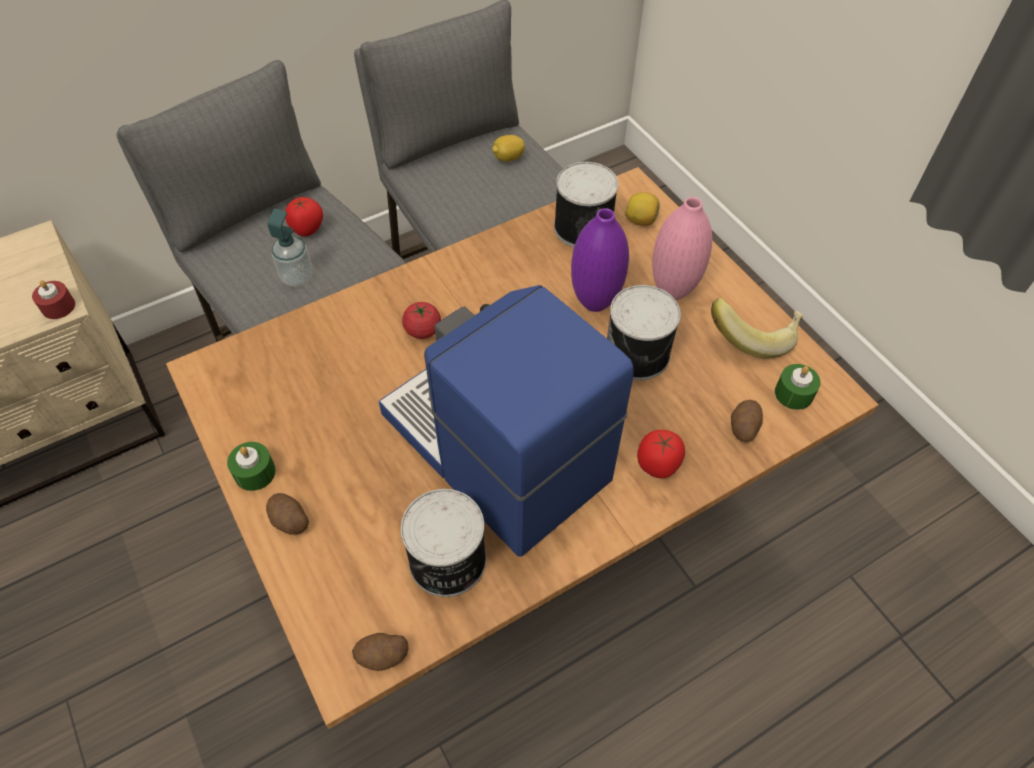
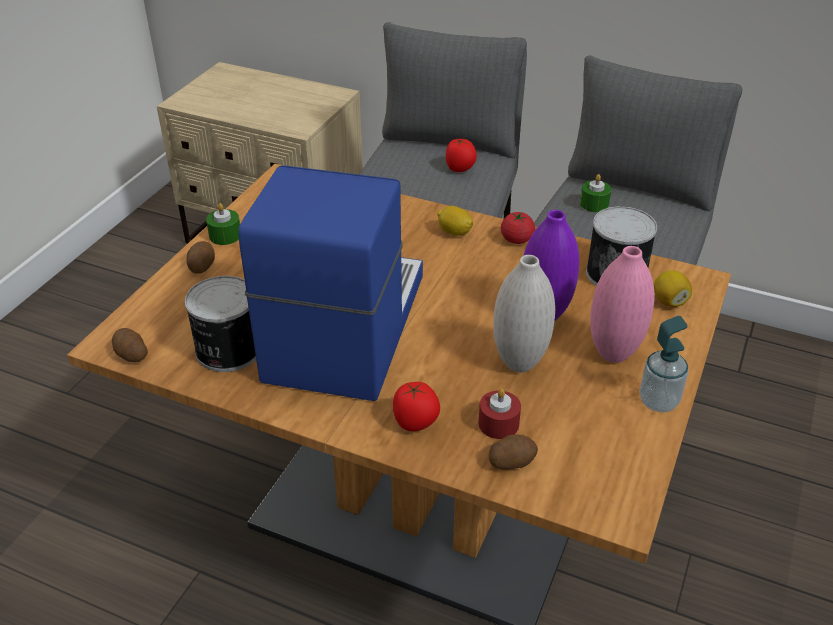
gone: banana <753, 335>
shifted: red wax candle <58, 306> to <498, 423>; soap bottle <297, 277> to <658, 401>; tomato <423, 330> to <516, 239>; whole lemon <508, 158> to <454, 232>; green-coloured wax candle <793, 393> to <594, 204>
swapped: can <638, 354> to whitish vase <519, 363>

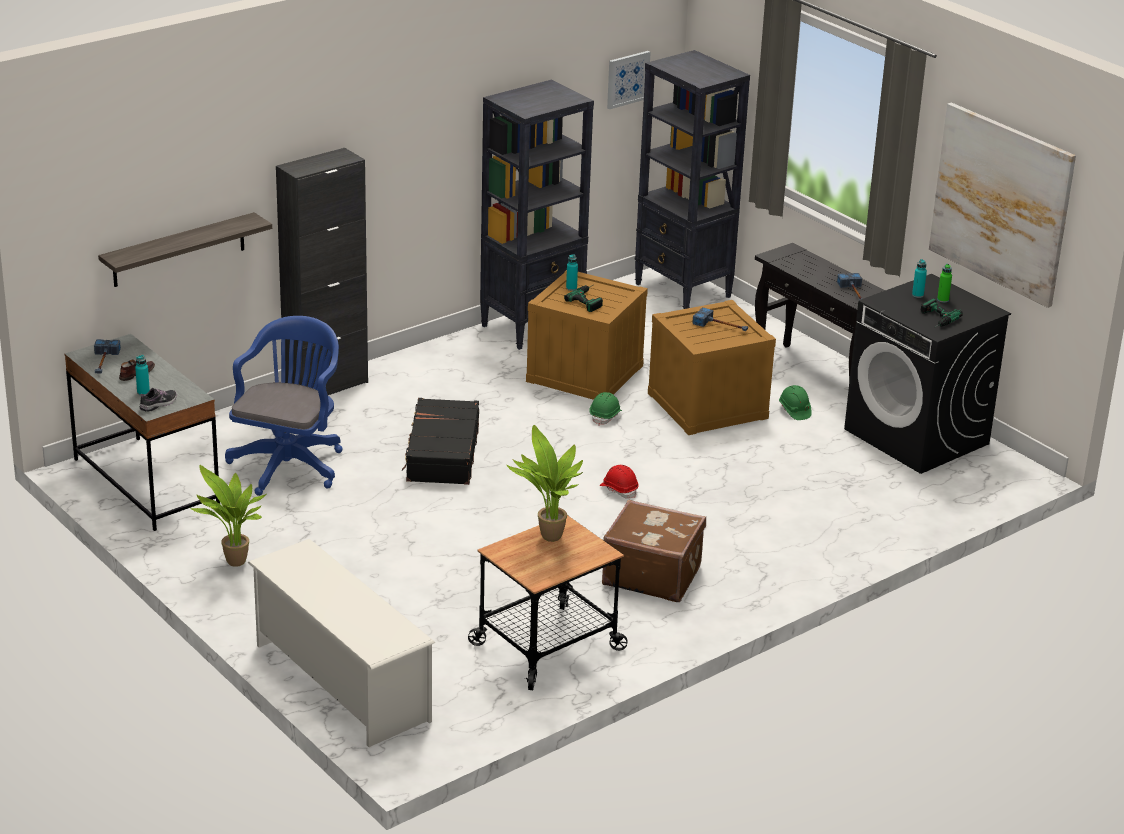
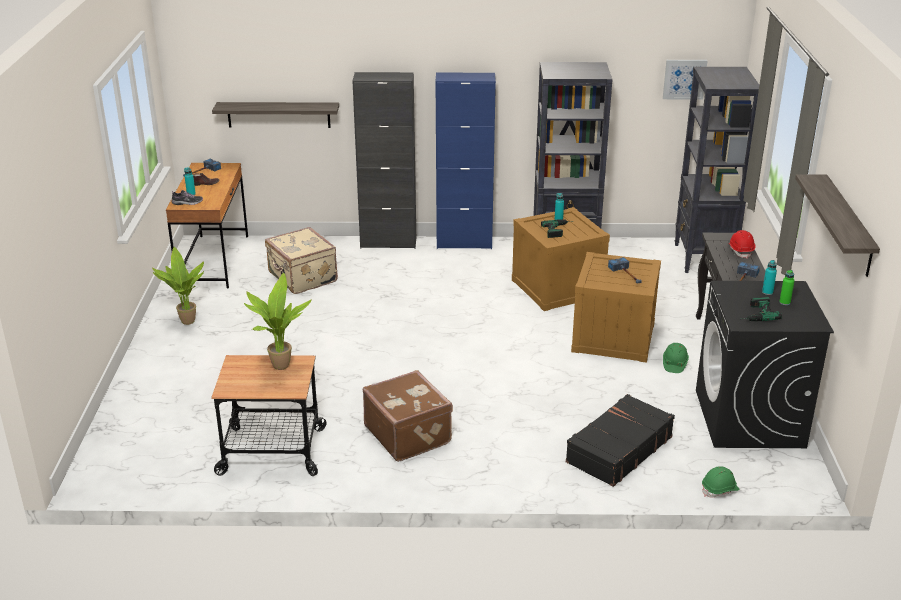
gone: whitish shoe shelf <340, 682>
new: bluish storage cabinet <464, 243>
shifted: black travel case <442, 454> to <618, 449>; green-coloured work helmet <605, 416> to <719, 490>; red work helmet <619, 490> to <740, 250>
swapped: bluish office chair <289, 463> to beige travel case <302, 278>; wall picture <1001, 203> to bracket shelf <848, 225>
repainted: gray desk <146, 483> to brown-coloured desk <214, 261>

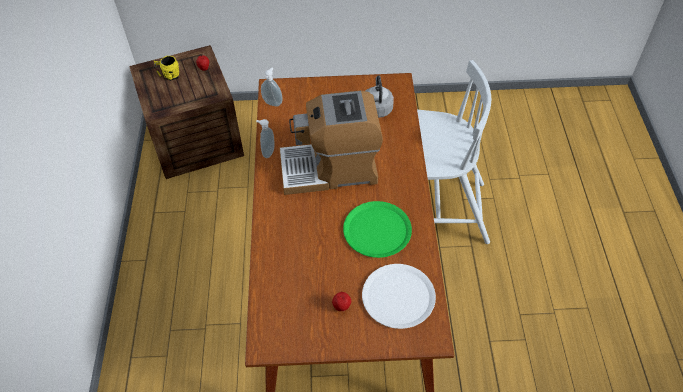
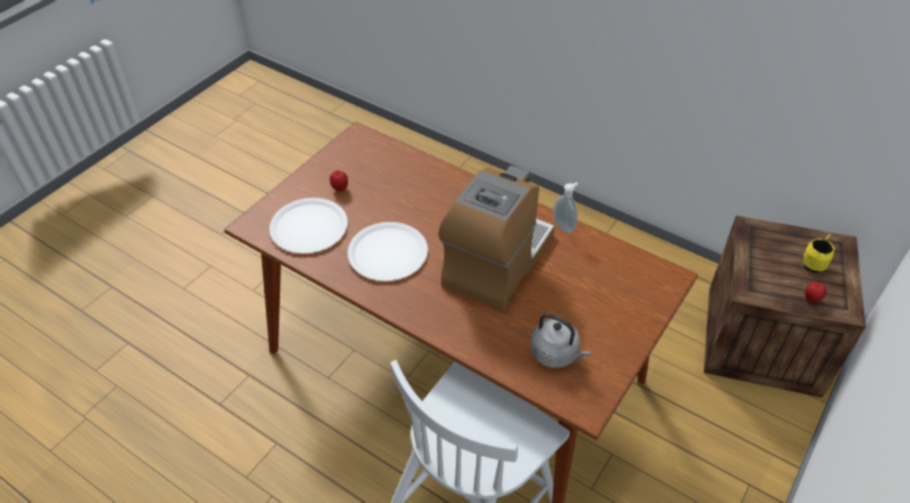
gone: soap bottle <273, 102>
repainted: green-coloured dinner plate <377, 230> to whitish dinner plate <387, 253>

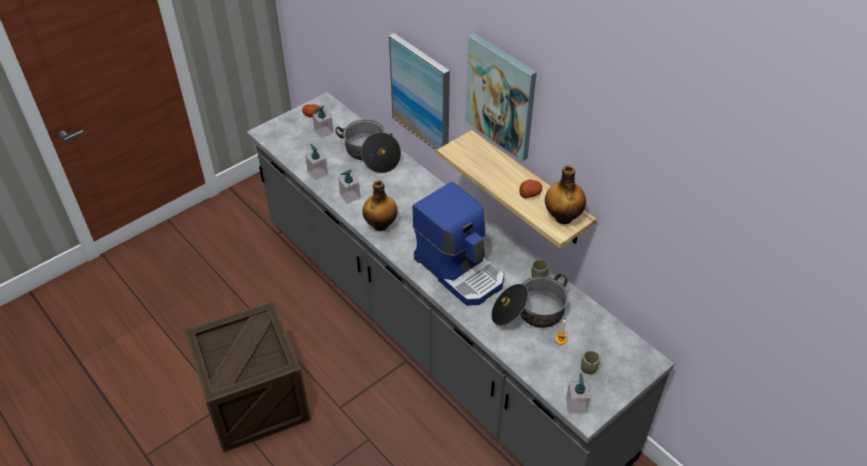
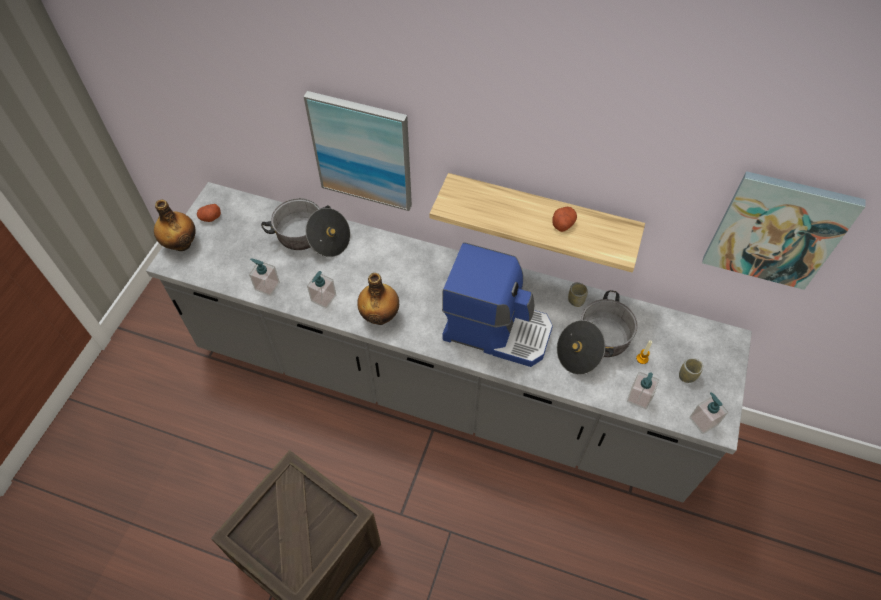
shifted: soap bottle <323, 132> to <639, 397>; wall picture <501, 96> to <777, 230>; bottle <563, 217> to <181, 244>

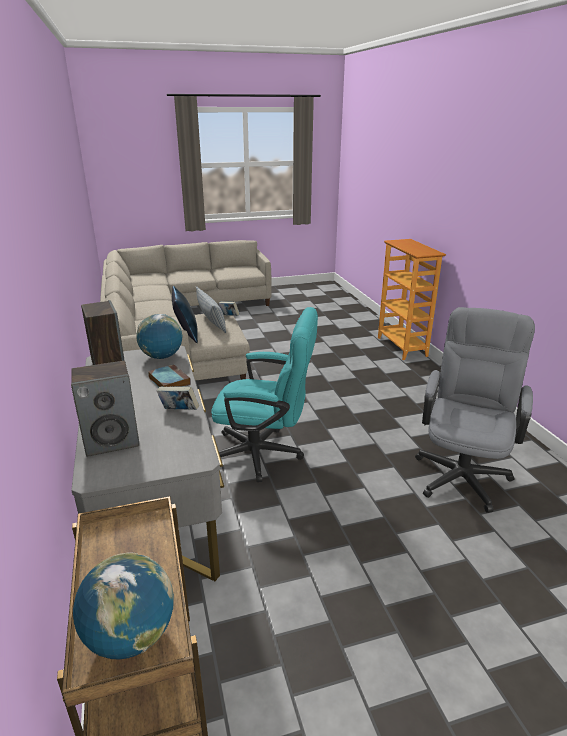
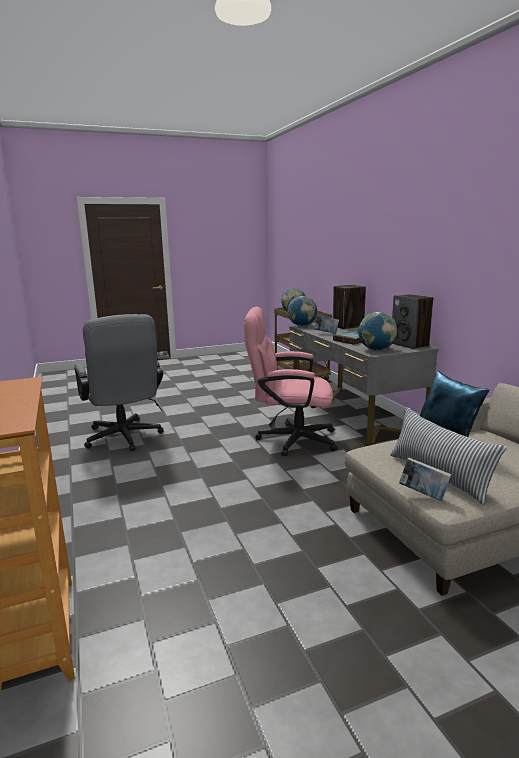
new: desk globe <302, 325>
repainted: turquoise office chair <264, 454> to pink office chair <289, 439>
rotated: gray office chair <462, 471> = <124, 439> 45 degrees counterclockwise

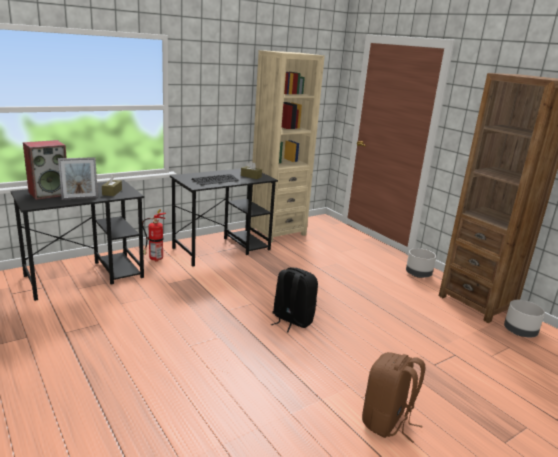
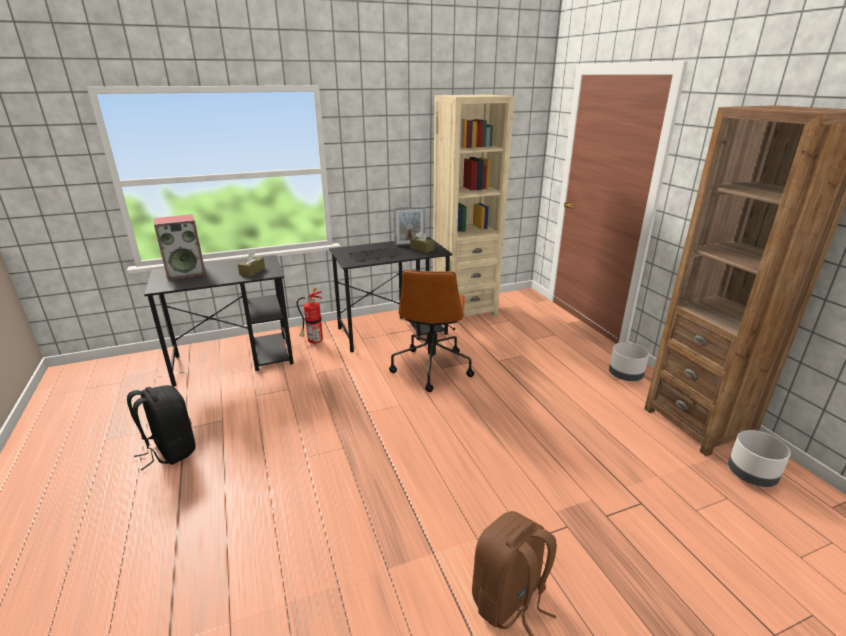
new: brown-coloured office chair <431, 367>
shifted: picture frame <80, 198> to <409, 244>; black knapsack <291, 320> to <170, 451>

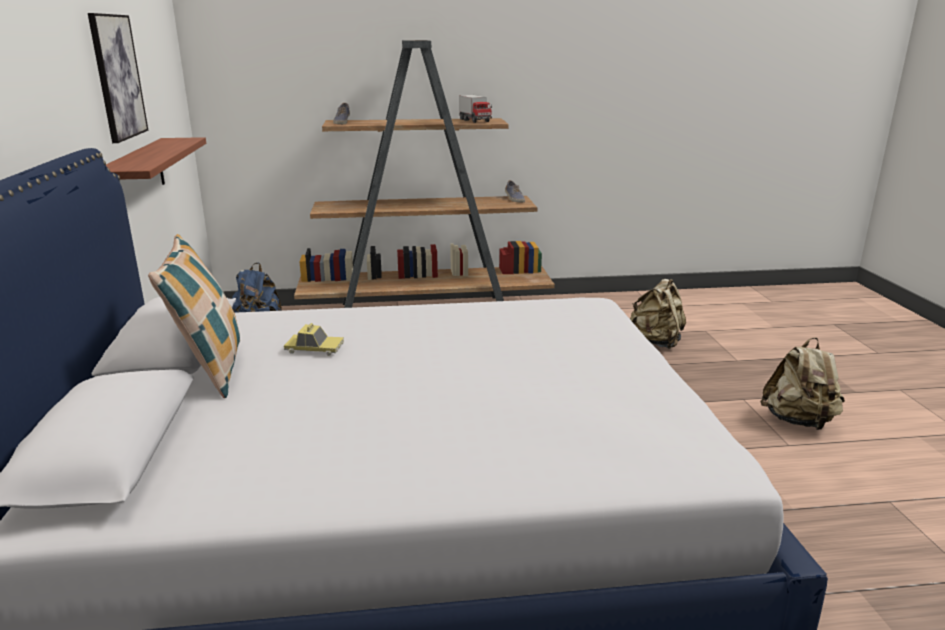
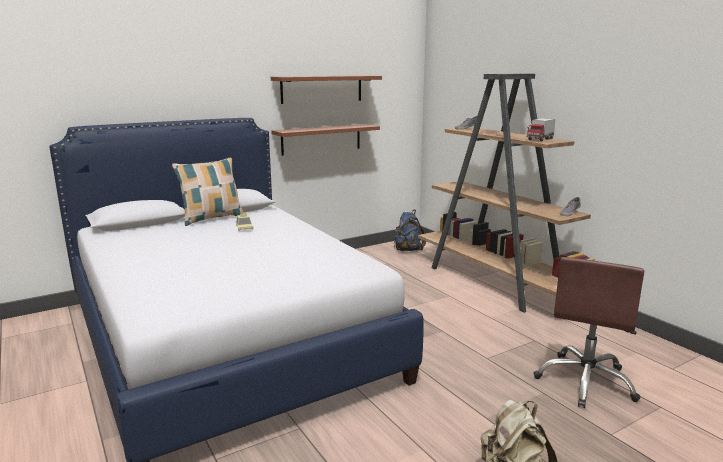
swapped: wall picture <117, 77> to bracket shelf <322, 89>; beige knapsack <656, 342> to brown-coloured office chair <586, 381>

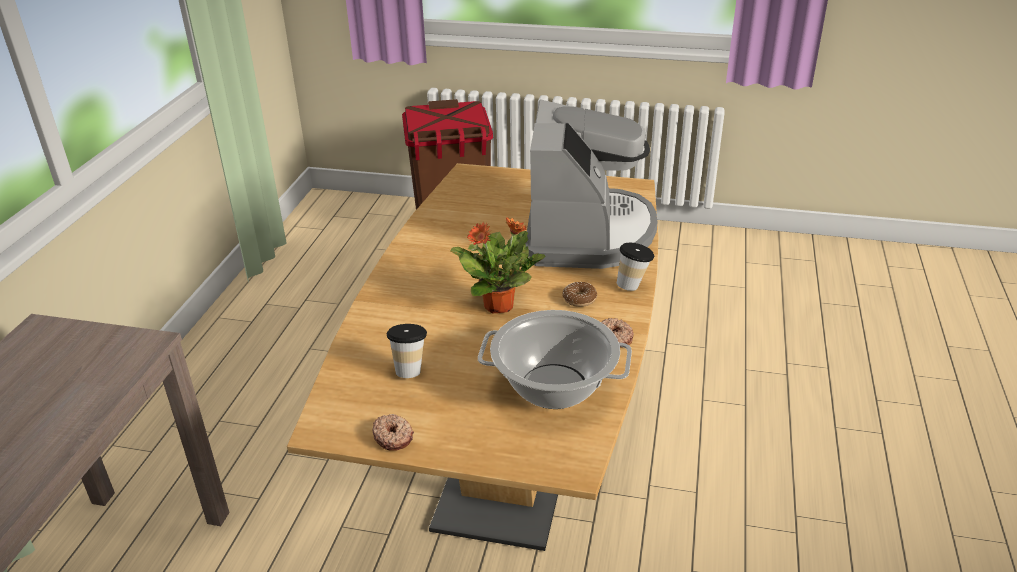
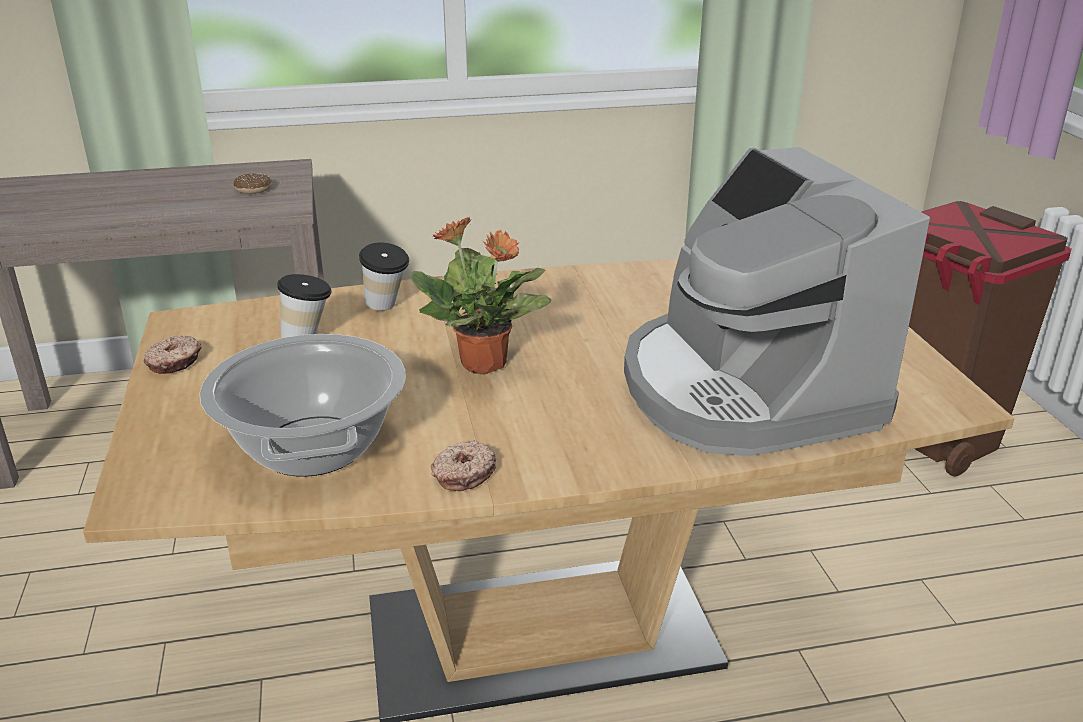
shifted: doughnut <579, 299> to <253, 189>; small cup <633, 285> to <387, 308>
rotated: coffee brewer <587, 233> = <745, 390> 90 degrees clockwise

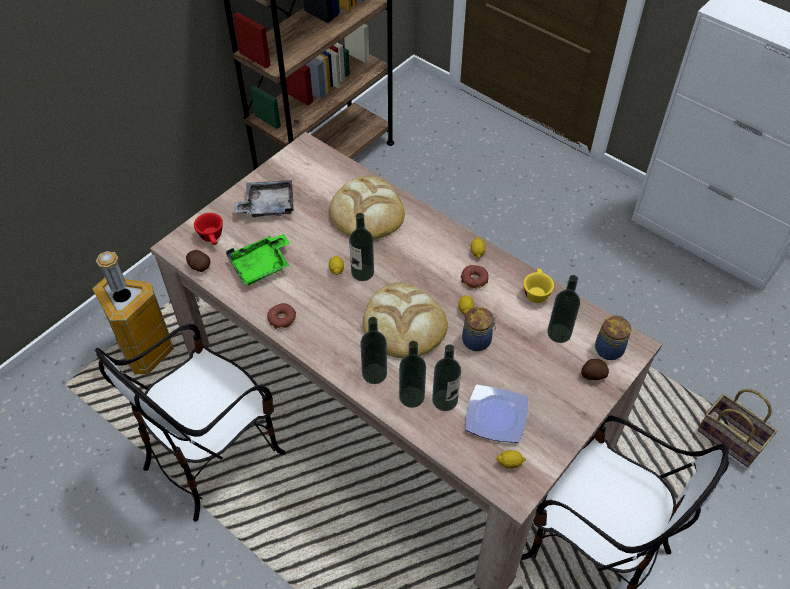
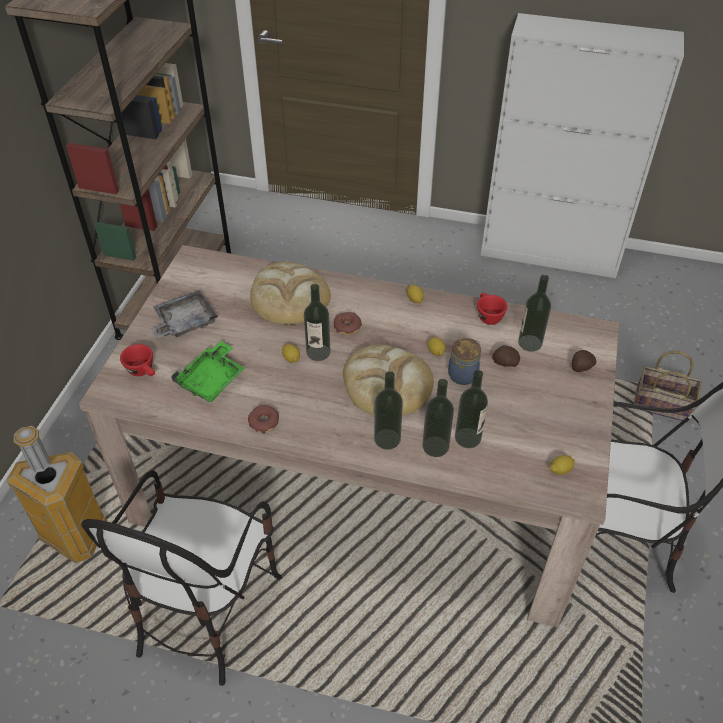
gone: dinner plate <495, 417>; preserve jar <609, 348>
shifted: potato <199, 266> to <505, 363>; doughnut <474, 279> to <347, 327>
repainted: yellow-coloured small cup <536, 292> to red small cup <487, 315>

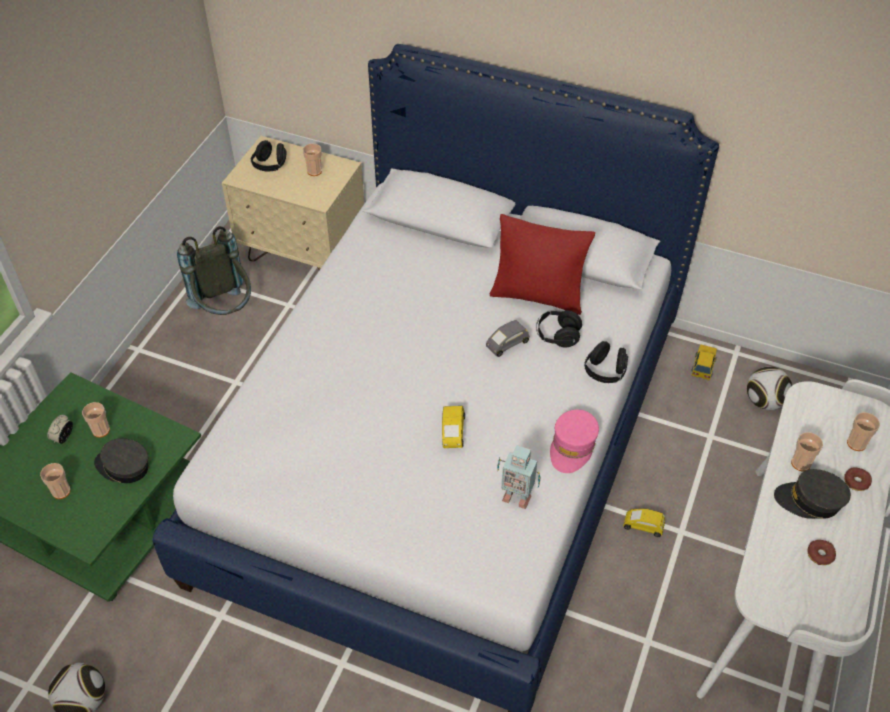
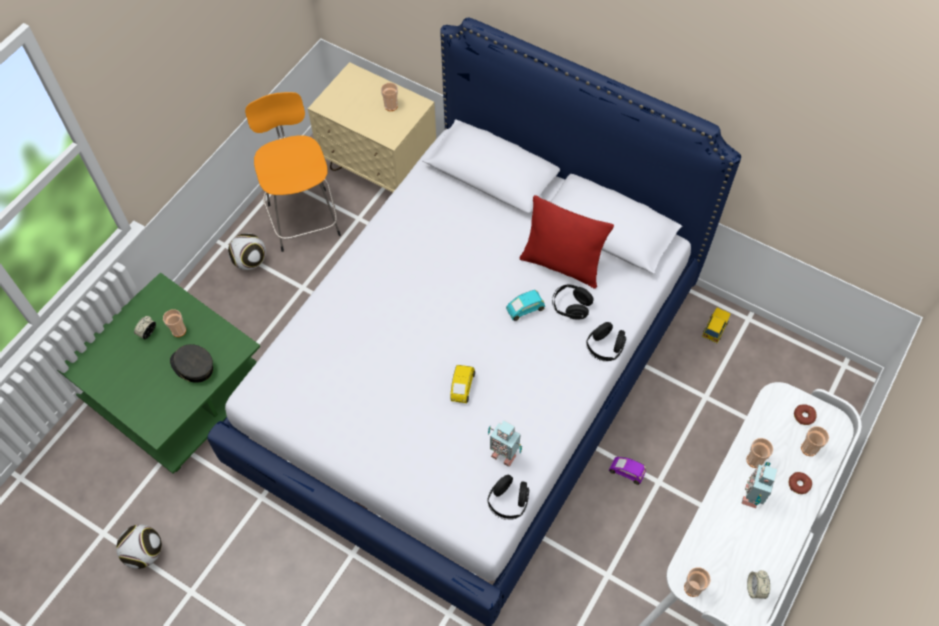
gone: pink cap <572, 446>
new: table clock <755, 589>
shifted: small cup <61, 491> to <692, 588>; black headset <270, 166> to <508, 502>; football <764, 401> to <250, 261>; doughnut <820, 555> to <804, 416>
swapped: gray knapsack <225, 311> to orange stool <303, 217>; gray cap <810, 501> to robot figure <753, 496>
repainted: gray toy car <507, 344> to turquoise toy car <525, 309>; yellow-coloured toy car <643, 526> to purplish toy car <627, 472>

